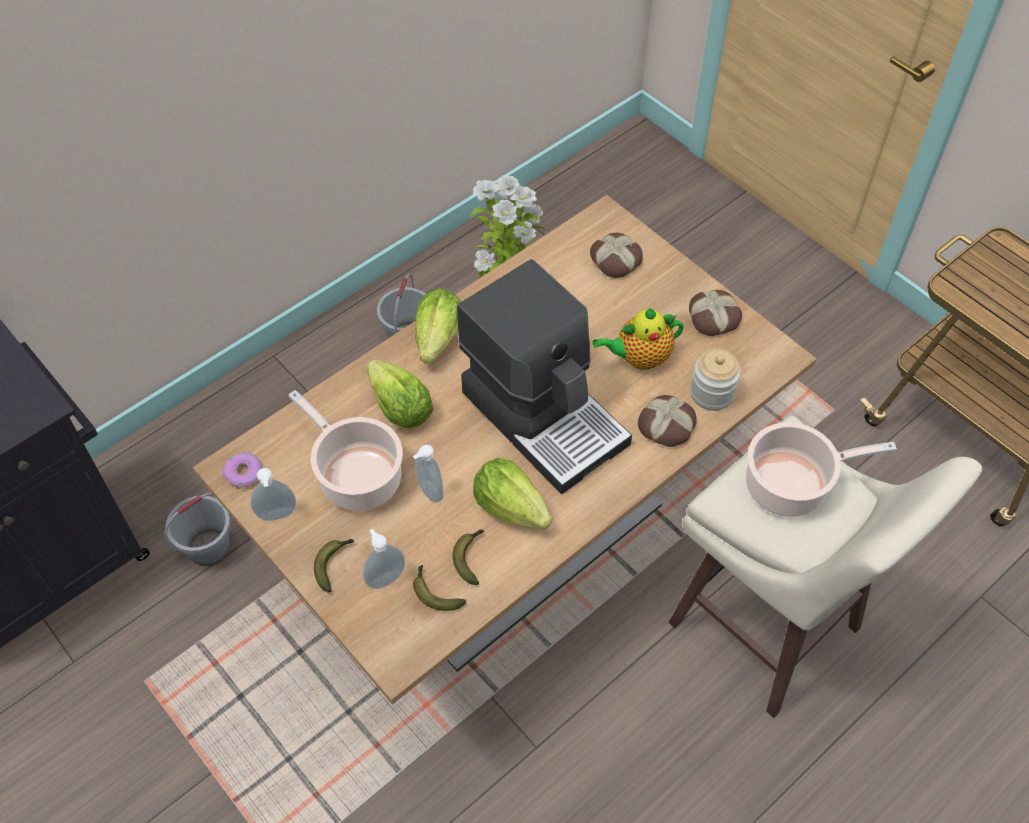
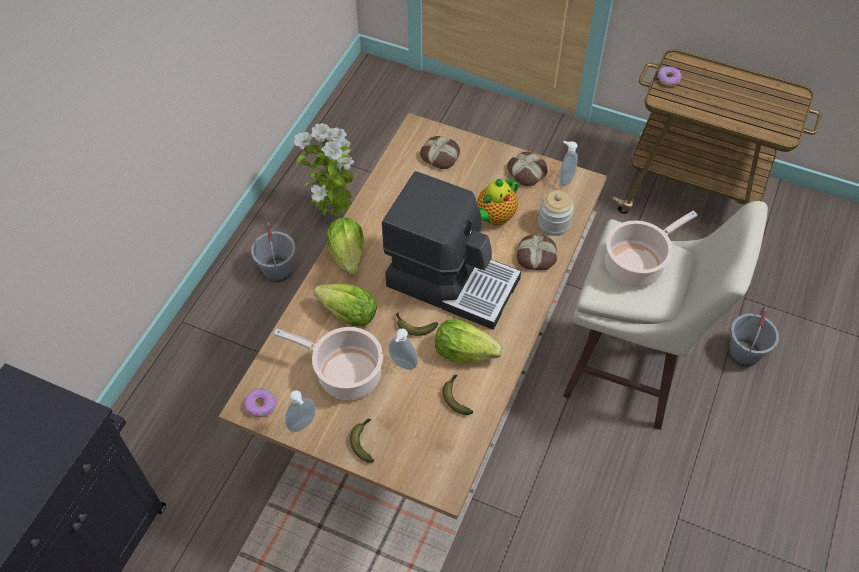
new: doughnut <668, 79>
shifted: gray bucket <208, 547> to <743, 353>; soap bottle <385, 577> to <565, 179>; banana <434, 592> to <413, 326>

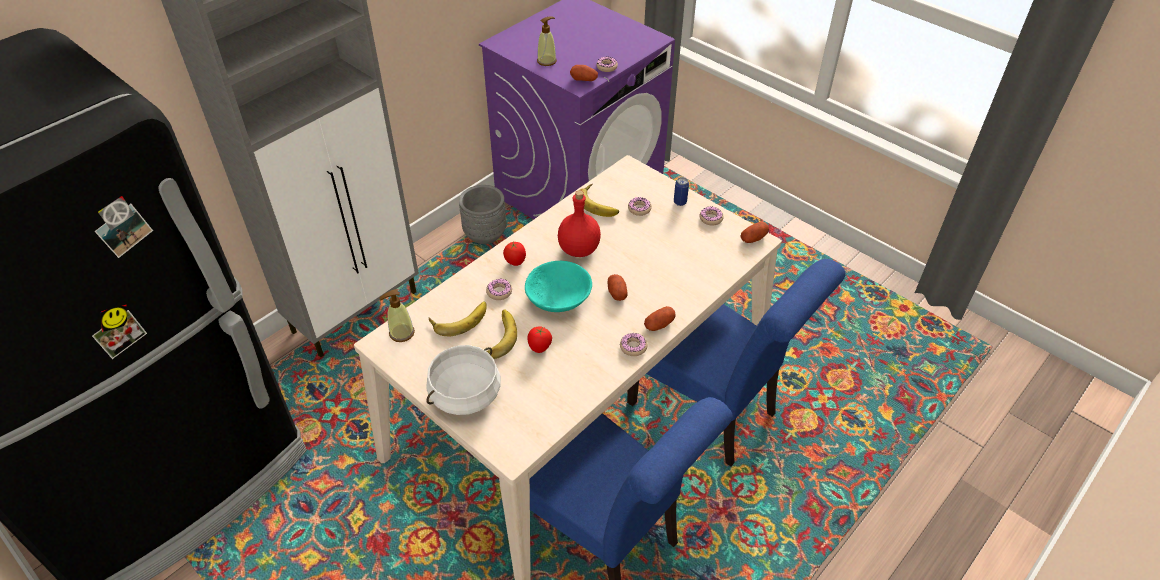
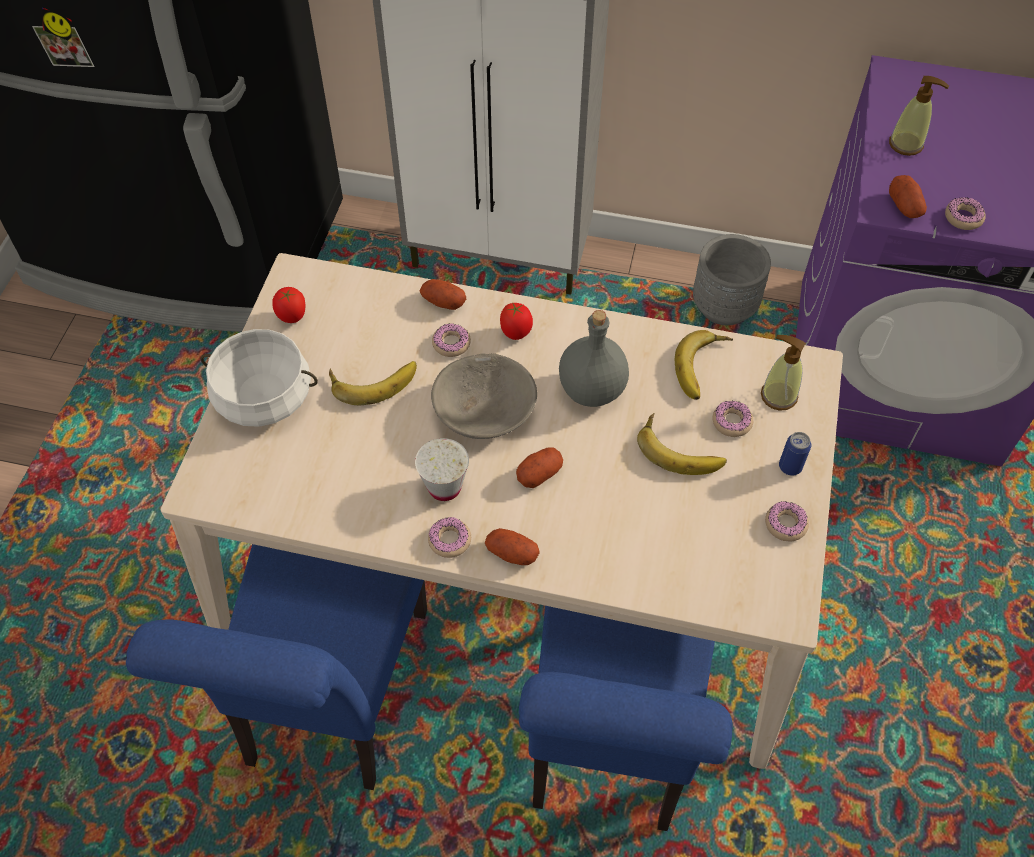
new: whitish small cup <444, 487>
shifted: soap bottle <401, 333> to <778, 395>; banana <459, 319> to <681, 449>; tomato <539, 348> to <292, 317>; potato <753, 238> to <443, 302>
repainted: turquoise serving bowl <558, 297> to gray serving bowl <484, 411>; red bottle <579, 250> to gray bottle <592, 391>

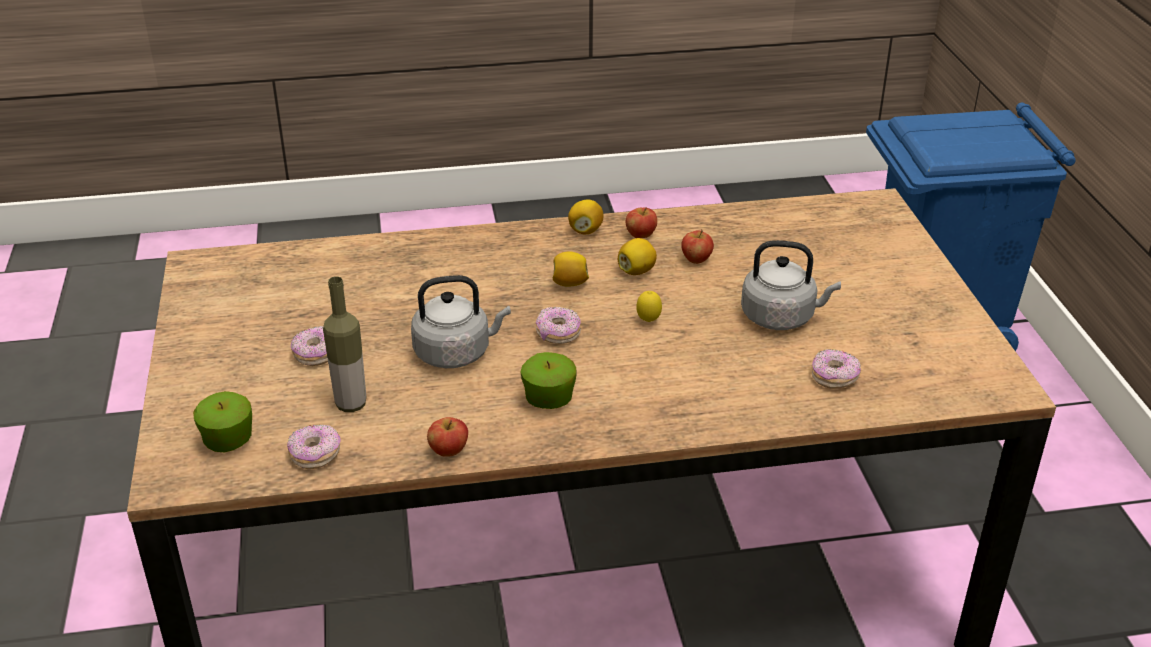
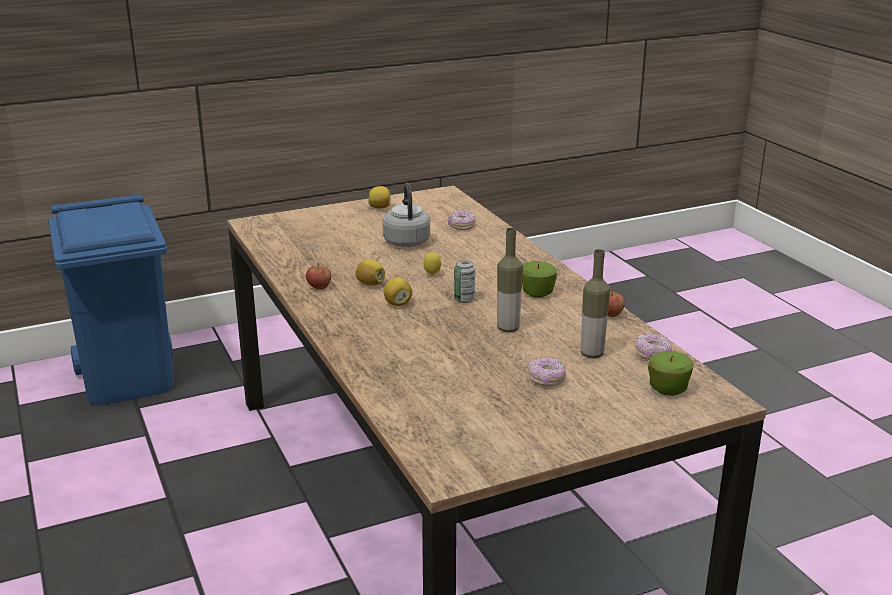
gone: whole apple <696, 259>
shifted: whole lemon <585, 230> to <380, 207>
swapped: gray tea kettle <456, 353> to bottle <508, 328>; doughnut <558, 334> to can <464, 299>

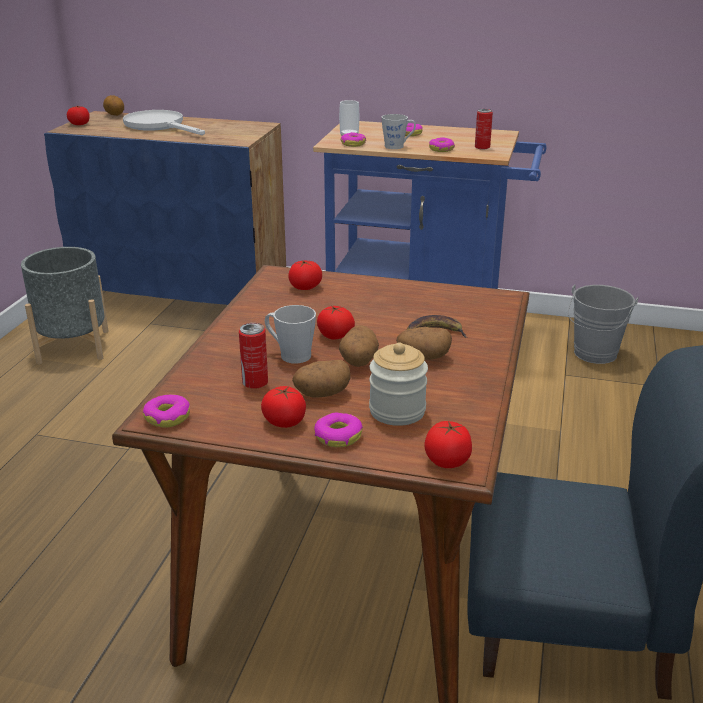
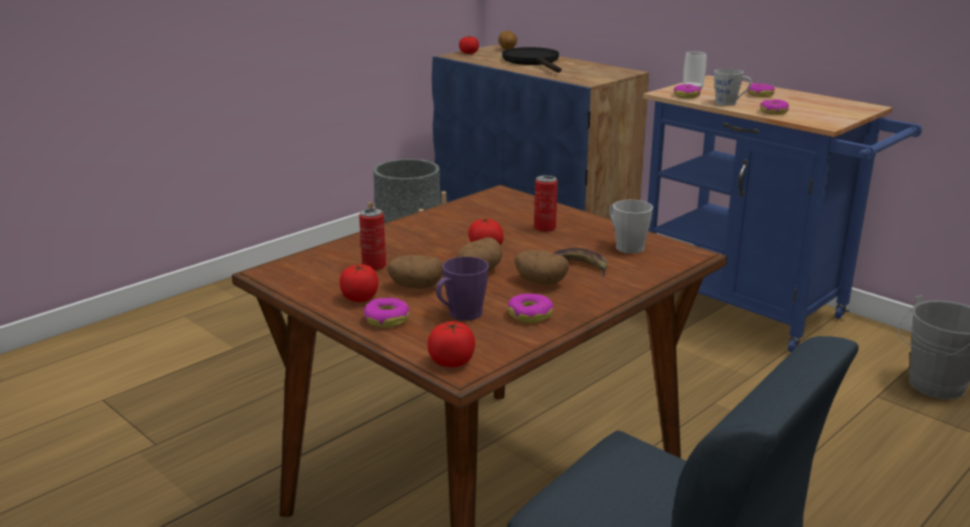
gone: tomato <305, 287>
shifted: doughnut <168, 417> to <530, 315>; gray coffee mug <290, 354> to <625, 246>; can <482, 147> to <545, 228>
swapped: preserve jar <397, 411> to purplish coffee mug <460, 315>
repainted: whitish frying pan <159, 126> to black frying pan <534, 62>

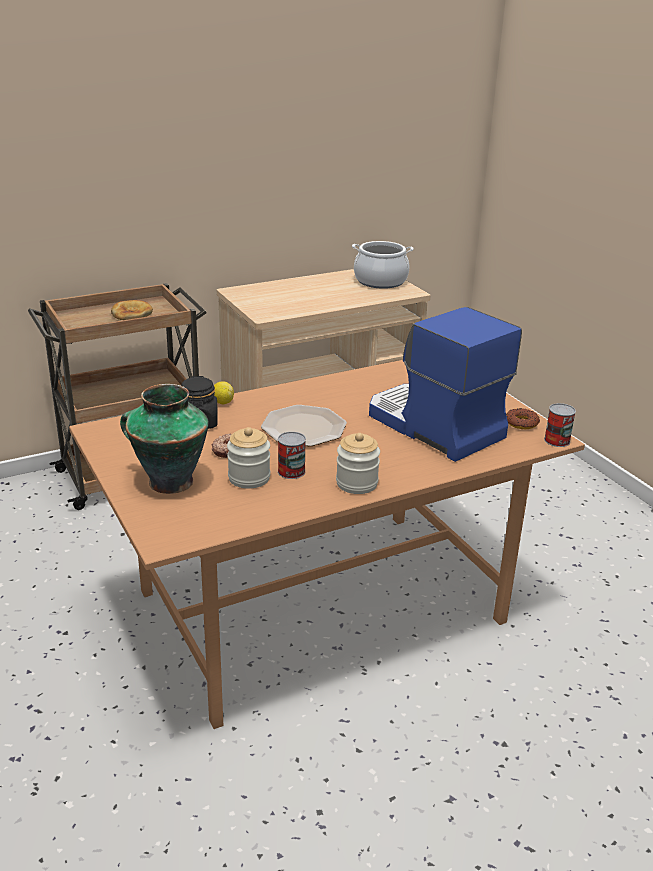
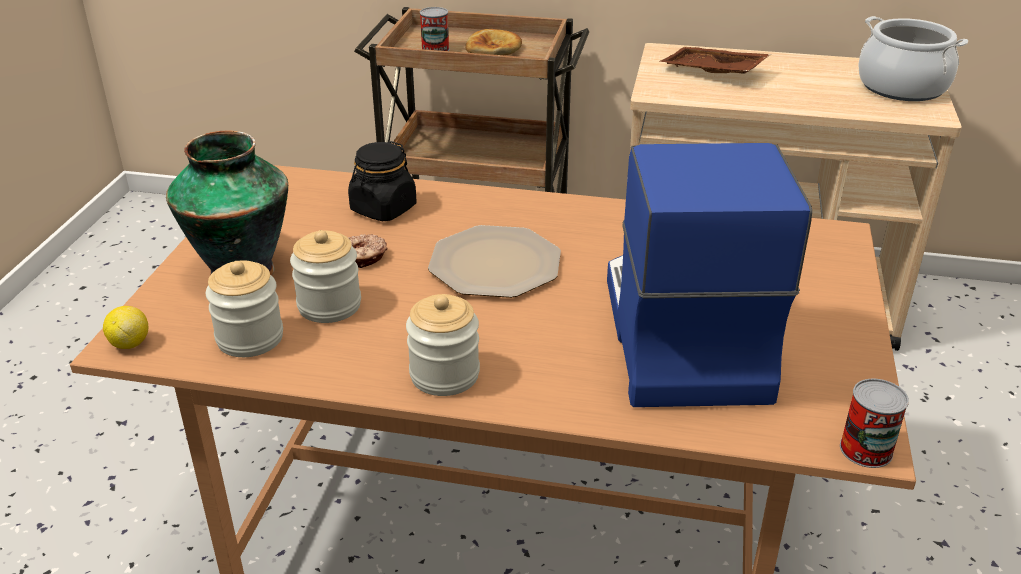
gone: doughnut <521, 423>
new: preserve jar <250, 338>; brown-coloured carrying tray <712, 73>
shifted: whole lemon <222, 402> to <130, 343>; can <291, 471> to <435, 49>

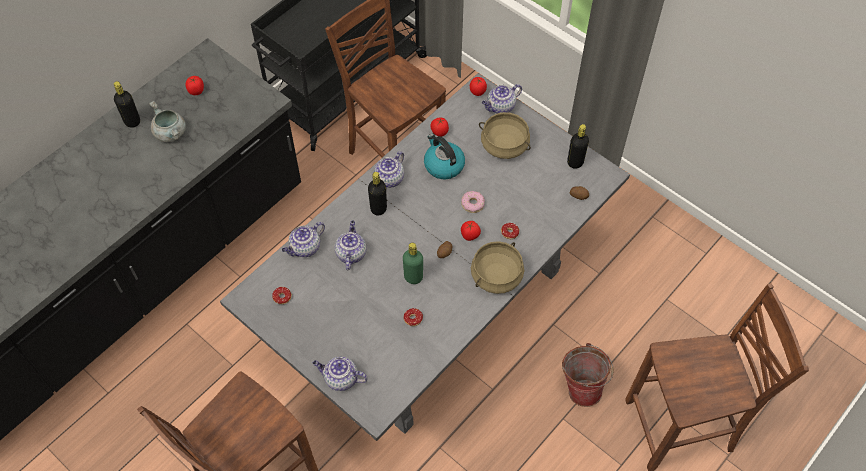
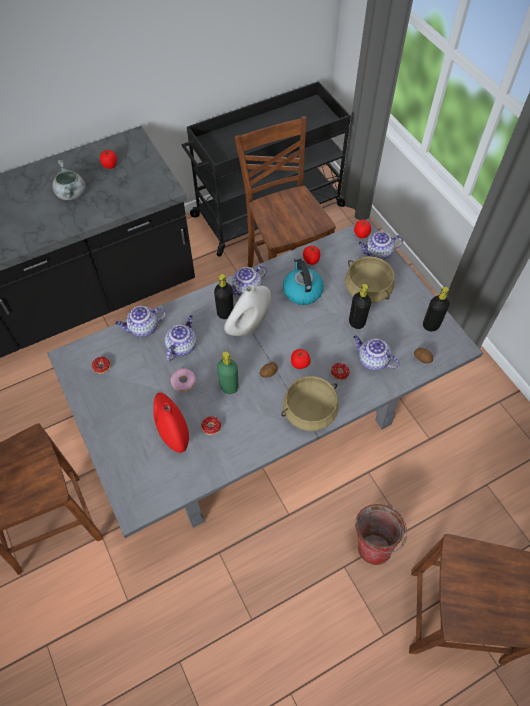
new: red vase <173, 433>; whitish vase <248, 326>
shifted: black bottle <132, 121> to <357, 322>; teapot <340, 379> to <372, 360>; doughnut <472, 204> to <183, 382>

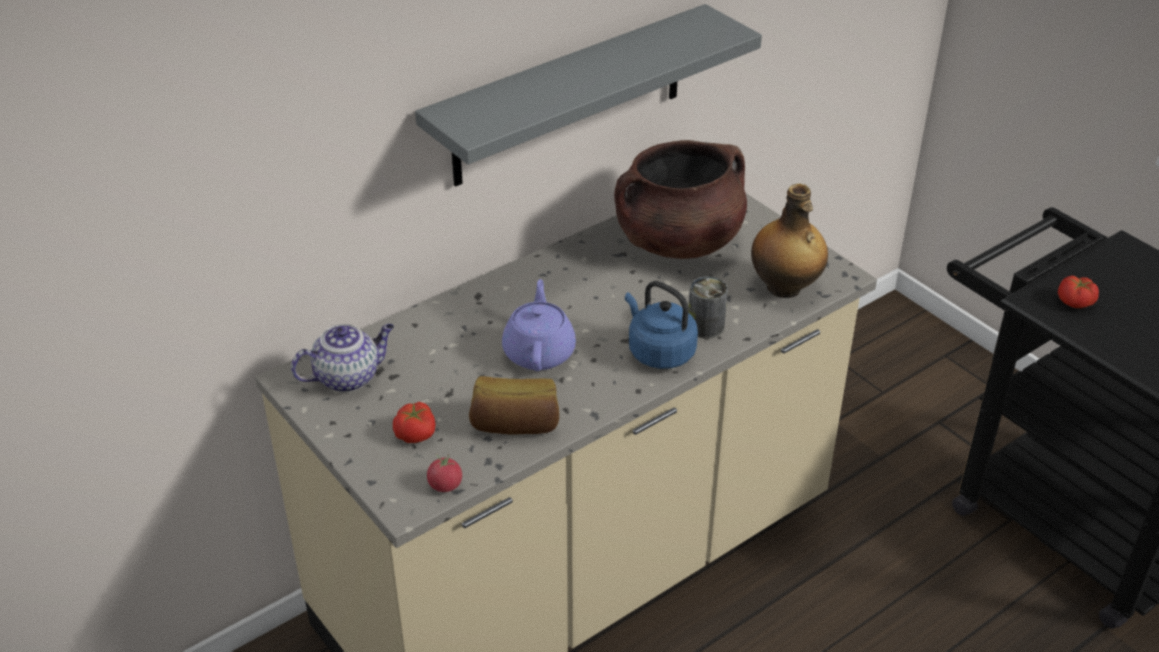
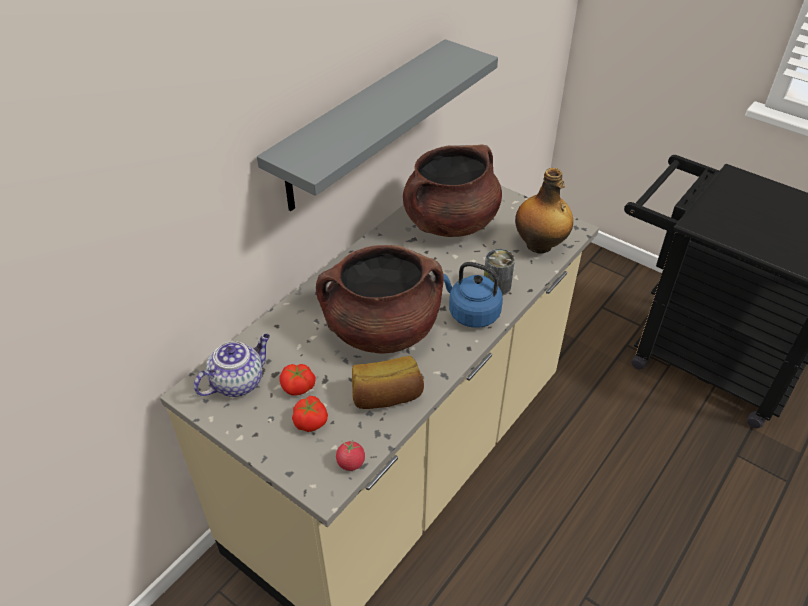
shifted: tomato <1075, 302> to <298, 387>
swapped: purplish teapot <539, 351> to brown-coloured saucepot <382, 330>

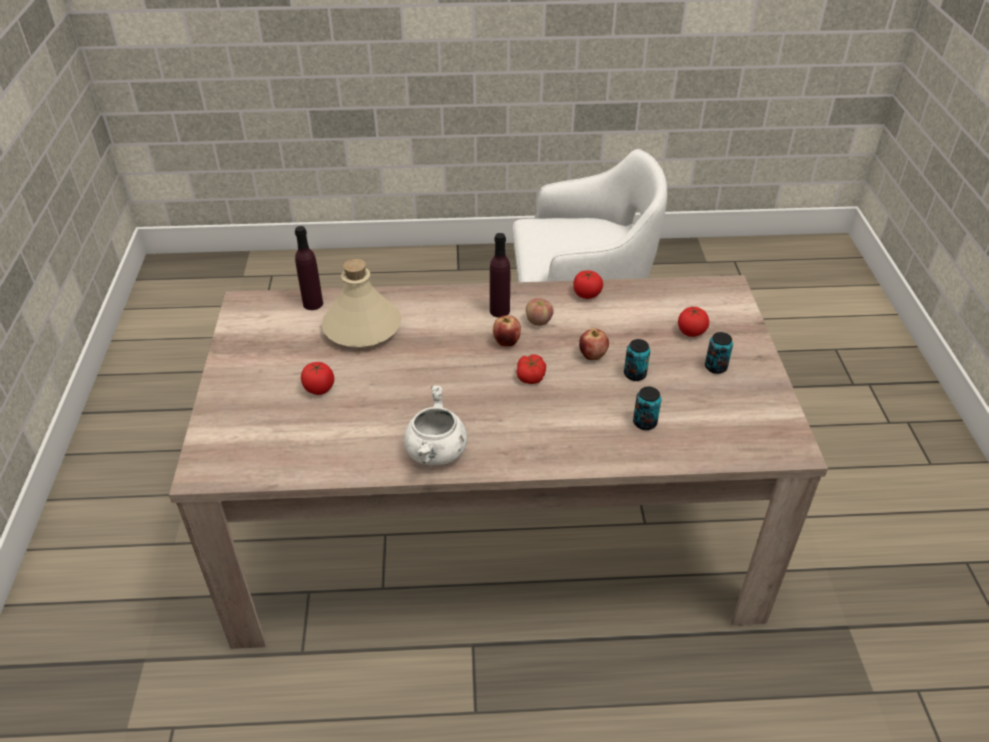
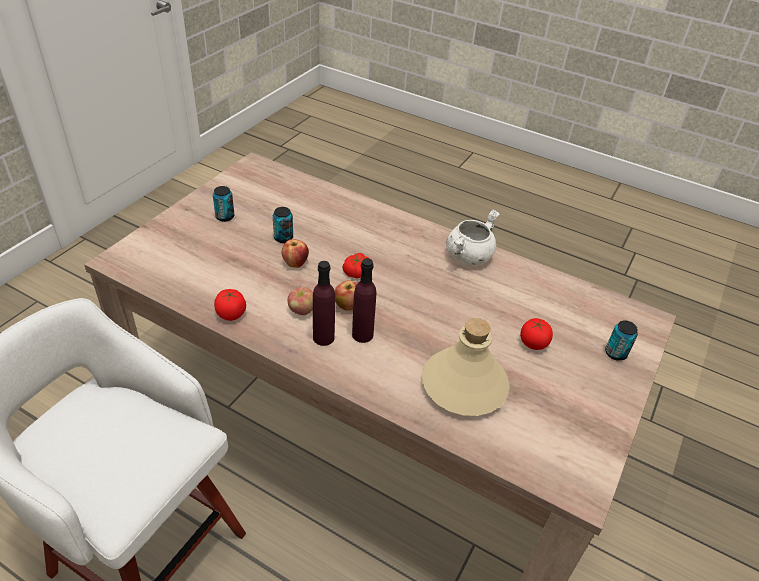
gone: tomato <691, 332>
shifted: purplish bottle <313, 304> to <362, 335>; can <644, 423> to <615, 353>

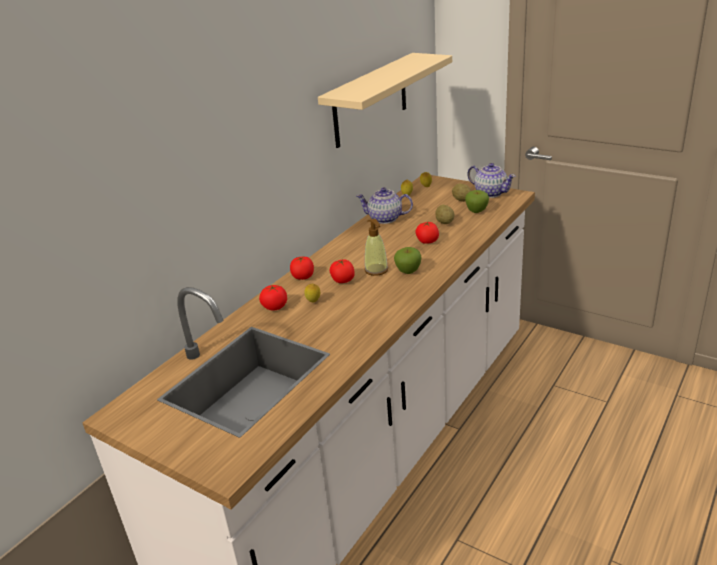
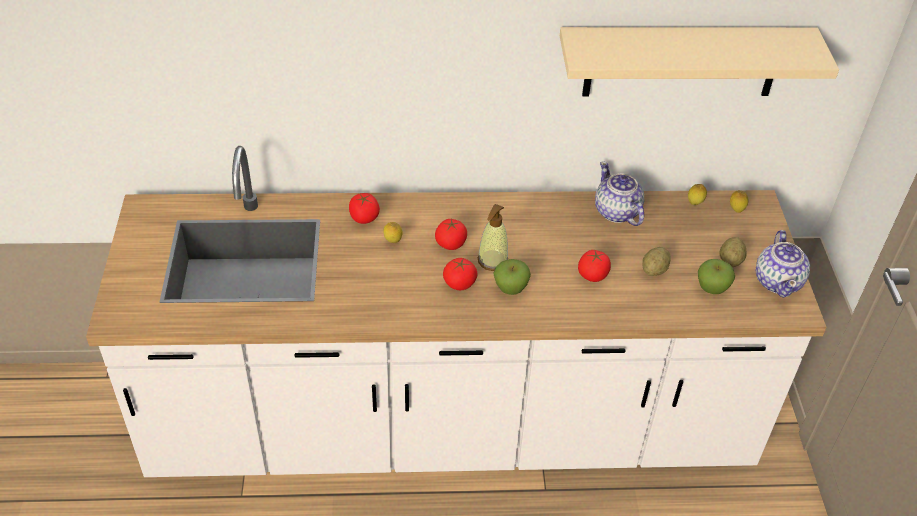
shifted: tomato <303, 277> to <459, 283>

